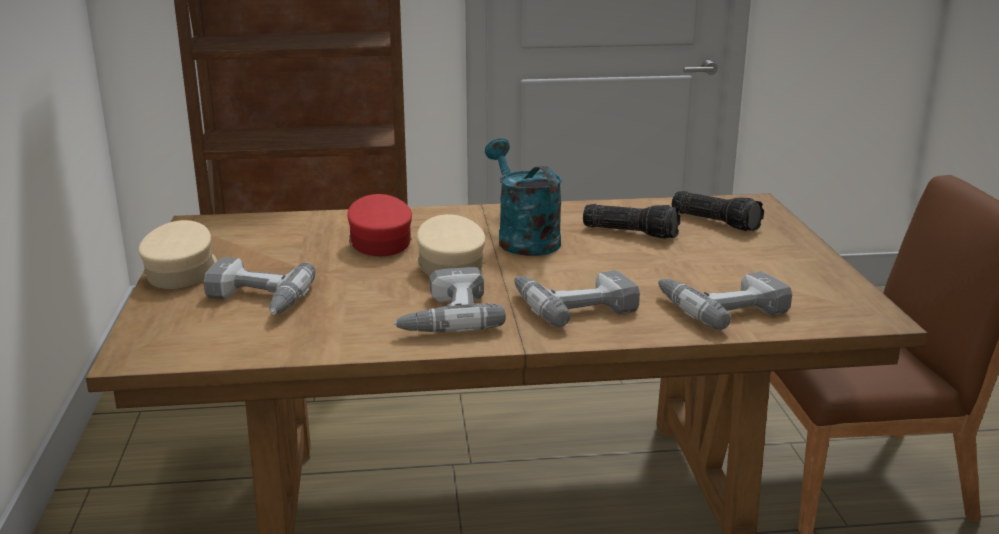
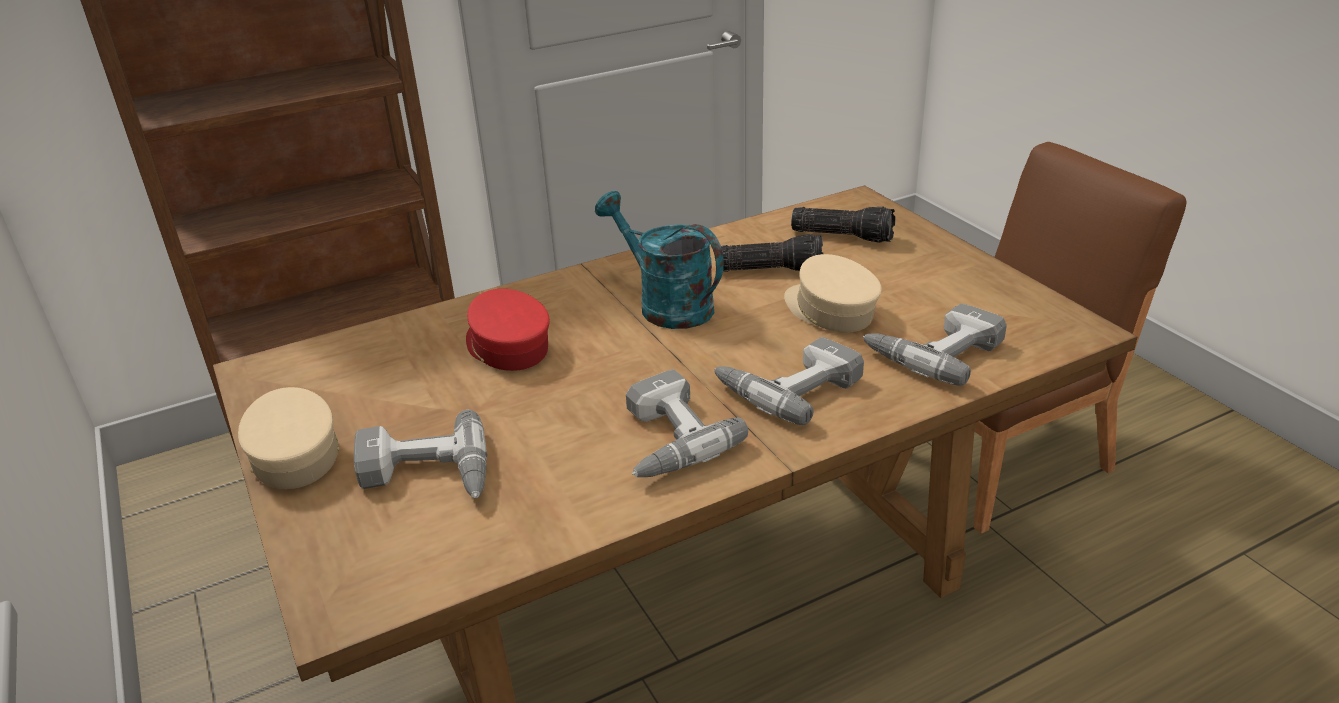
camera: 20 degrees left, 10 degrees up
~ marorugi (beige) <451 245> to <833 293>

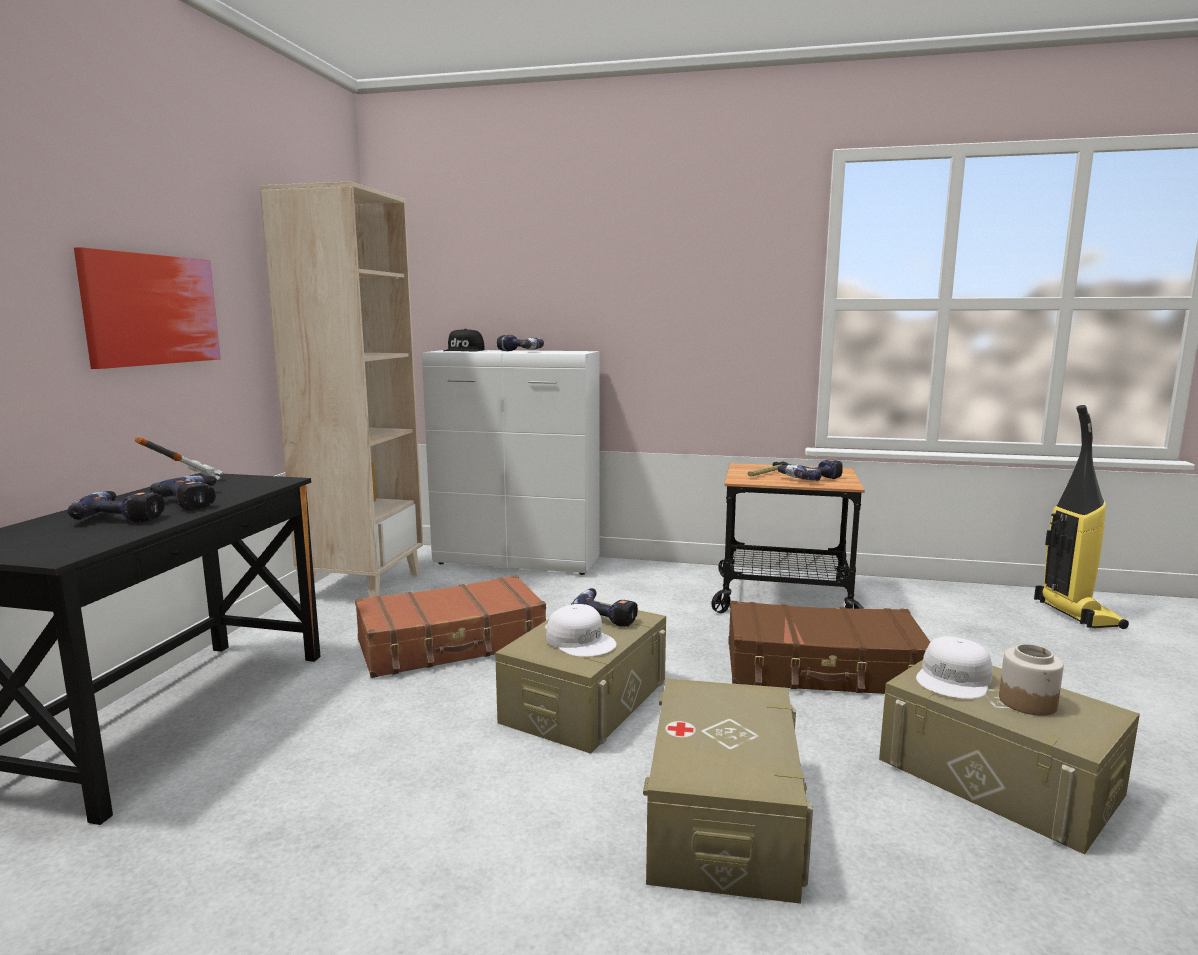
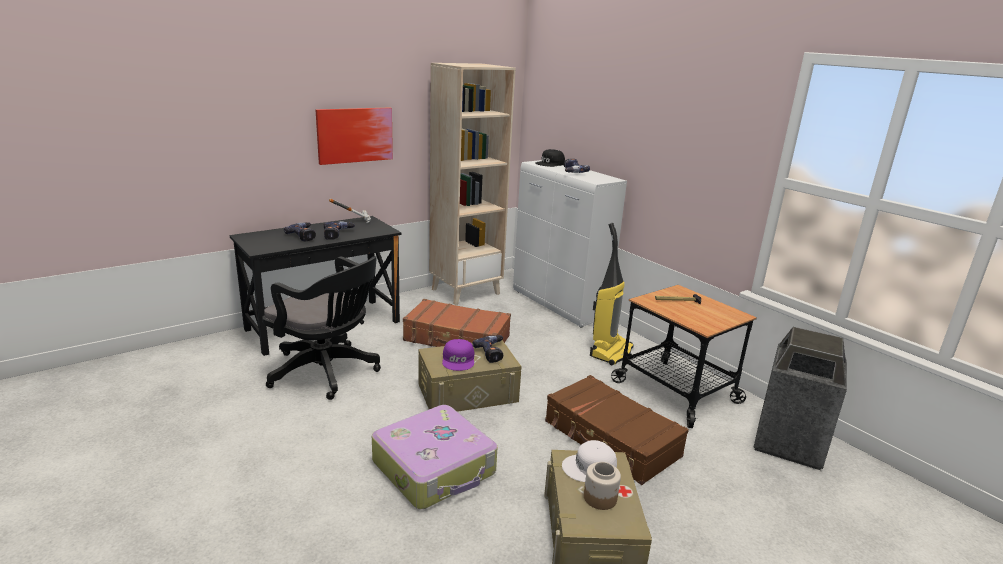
camera: 40 degrees right, 10 degrees up
- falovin <810 470>
+ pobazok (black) <321 328>
+ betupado <800 398>
~ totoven <1081 517> to <612 294>
~ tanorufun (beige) <728 791> to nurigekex <435 457>
~ marorugi (white) <581 630> to marorugi (purple) <458 355>

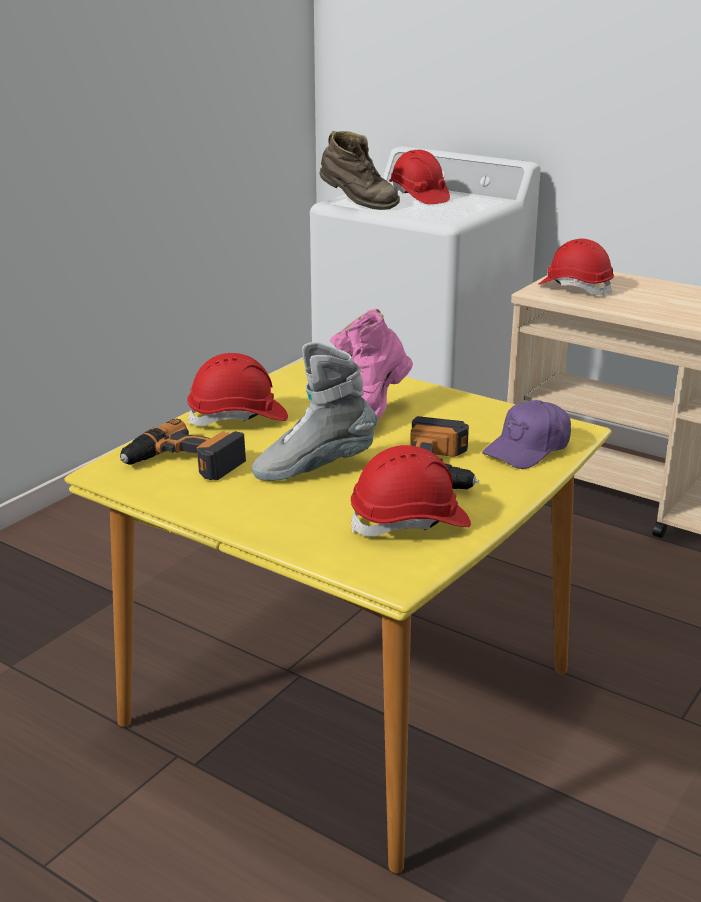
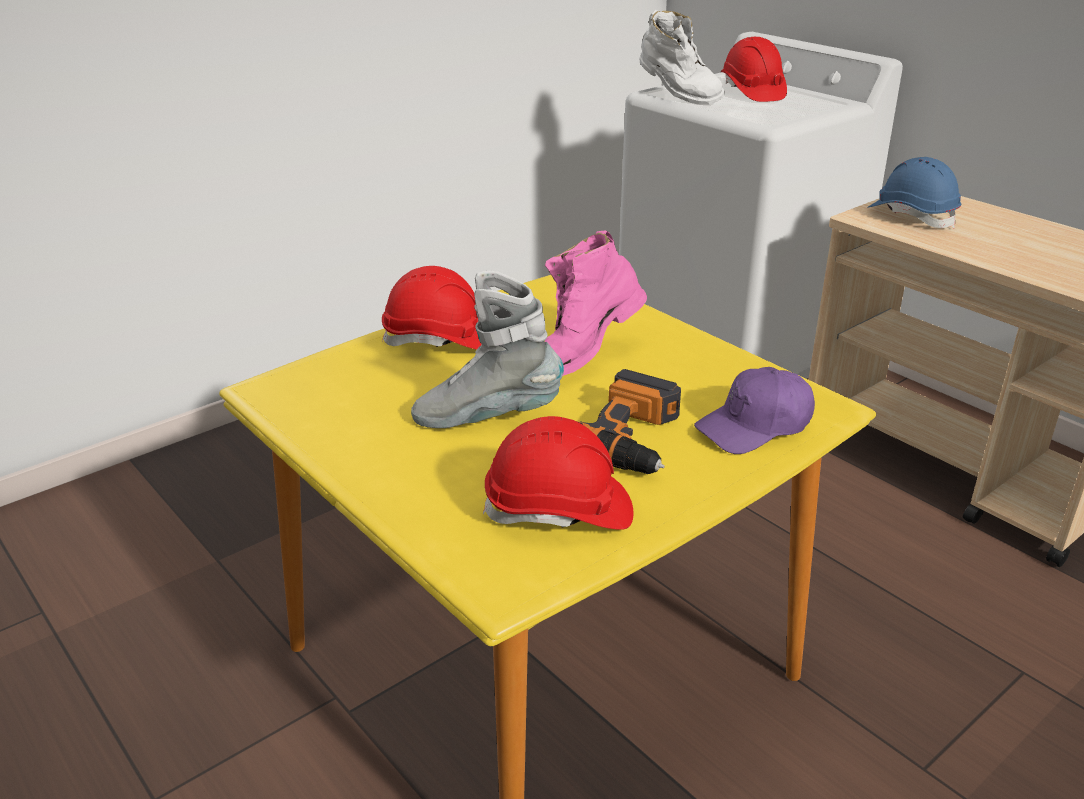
camera: 15 degrees right, 5 degrees up
- falovin <183 449>
~ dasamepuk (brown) <360 170> to dasamepuk (white) <682 57>
~ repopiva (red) <576 266> to repopiva (blue) <914 192>

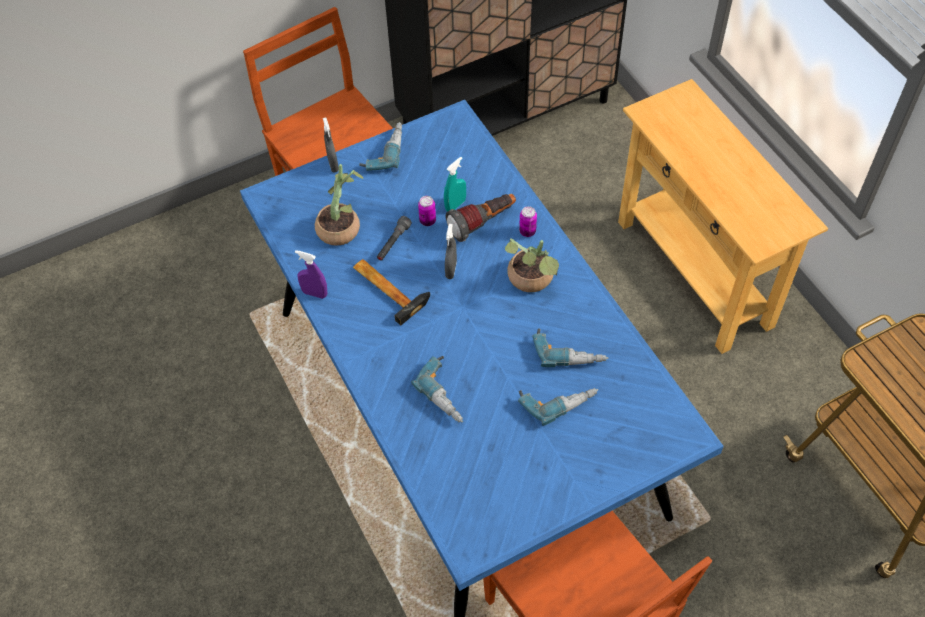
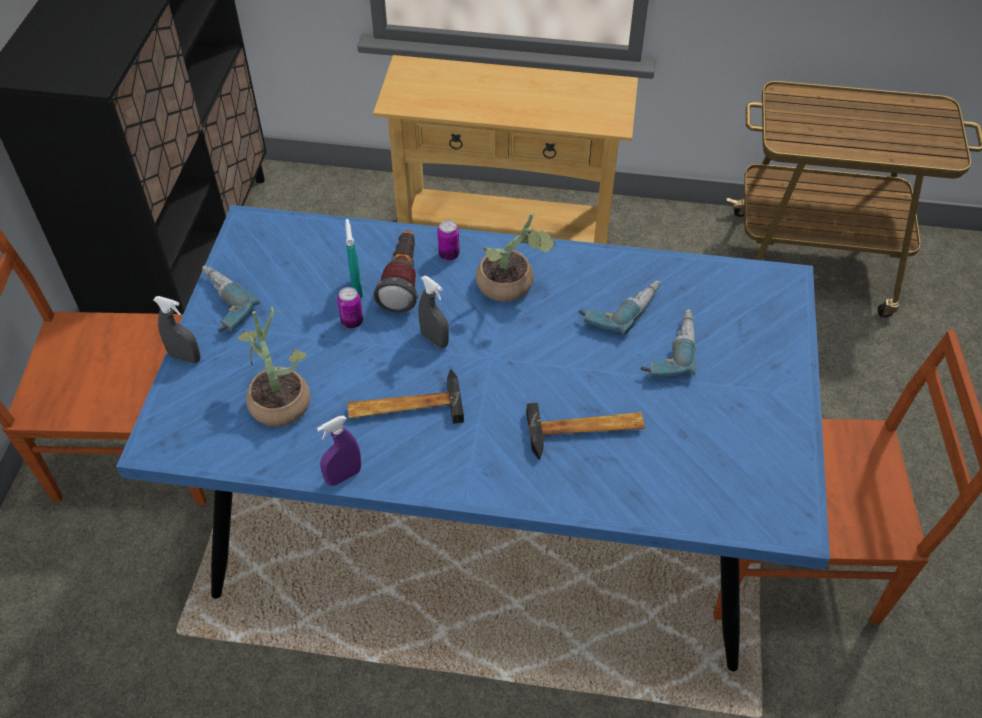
camera: 55 degrees left, 5 degrees down
- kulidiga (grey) <394 238>
~ falovin <437 389> to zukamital <585 431>

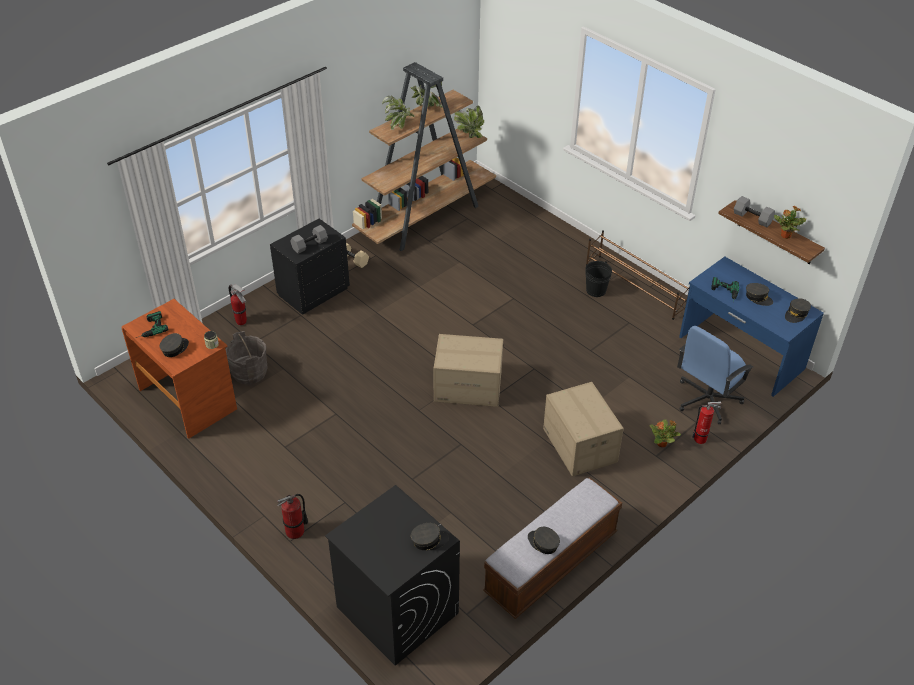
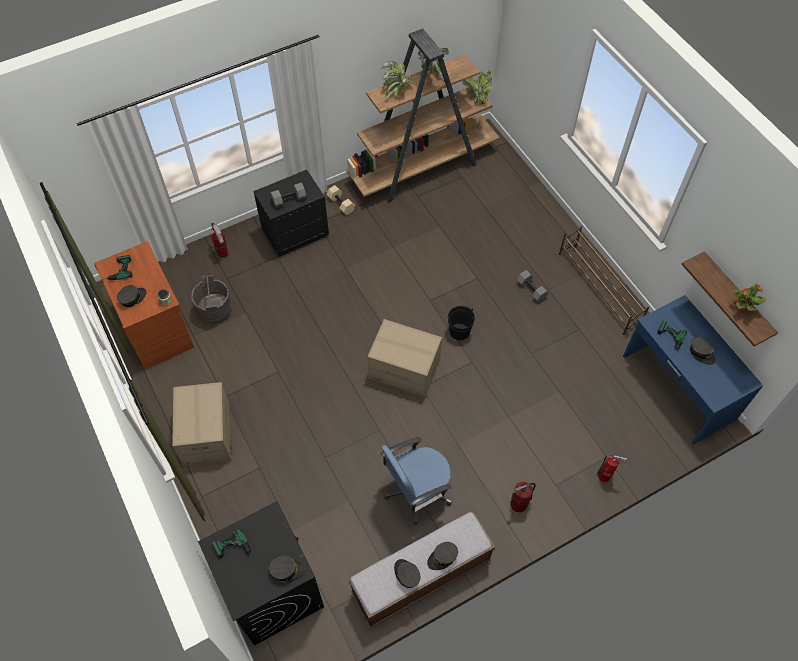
camera: 15 degrees right, 15 degrees up
- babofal <665 433>
+ falovin <232 544>
~ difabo <292 516> to <523 497>
~ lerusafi <583 429> to <201 423>
~ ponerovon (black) <598 279> to <461 323>
~ pobazok (blue) <715 375> to <416 481>
~ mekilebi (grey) <754 211> to <533 286>
~ marorugi (grey) <798 310> to <442 556>

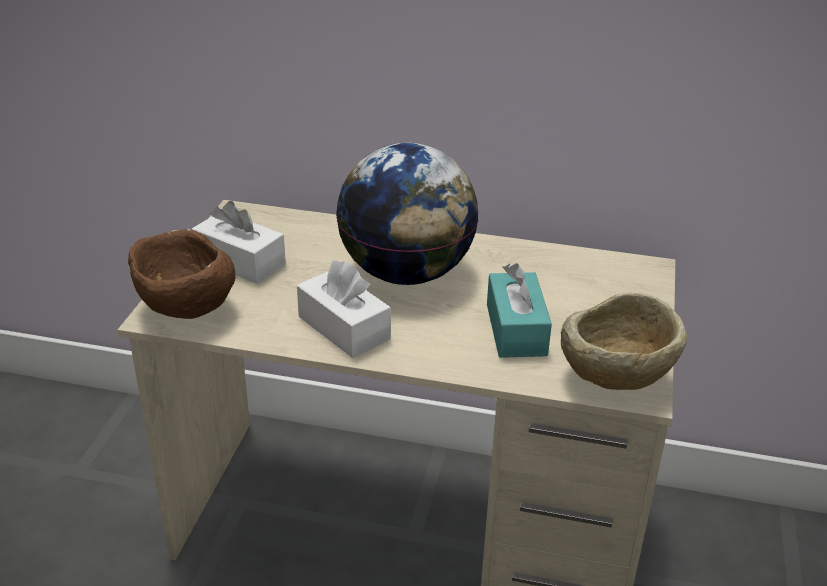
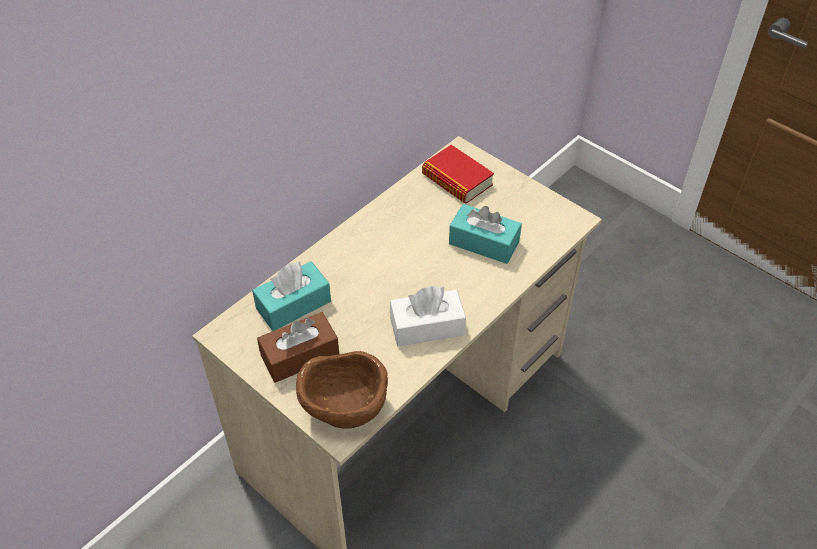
camera: 60 degrees left, 15 degrees up
- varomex <407 214>
- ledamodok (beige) <624 341>
+ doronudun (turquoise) <291 296>
+ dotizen <458 174>
~ doronudun (white) <239 242> to doronudun (brown) <298 347>

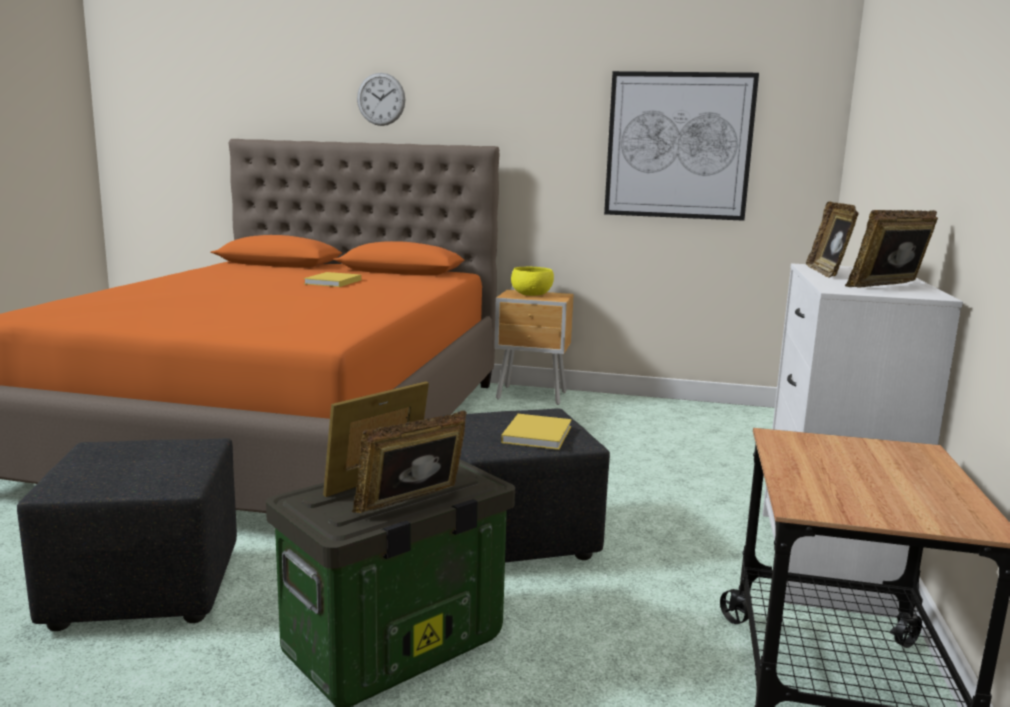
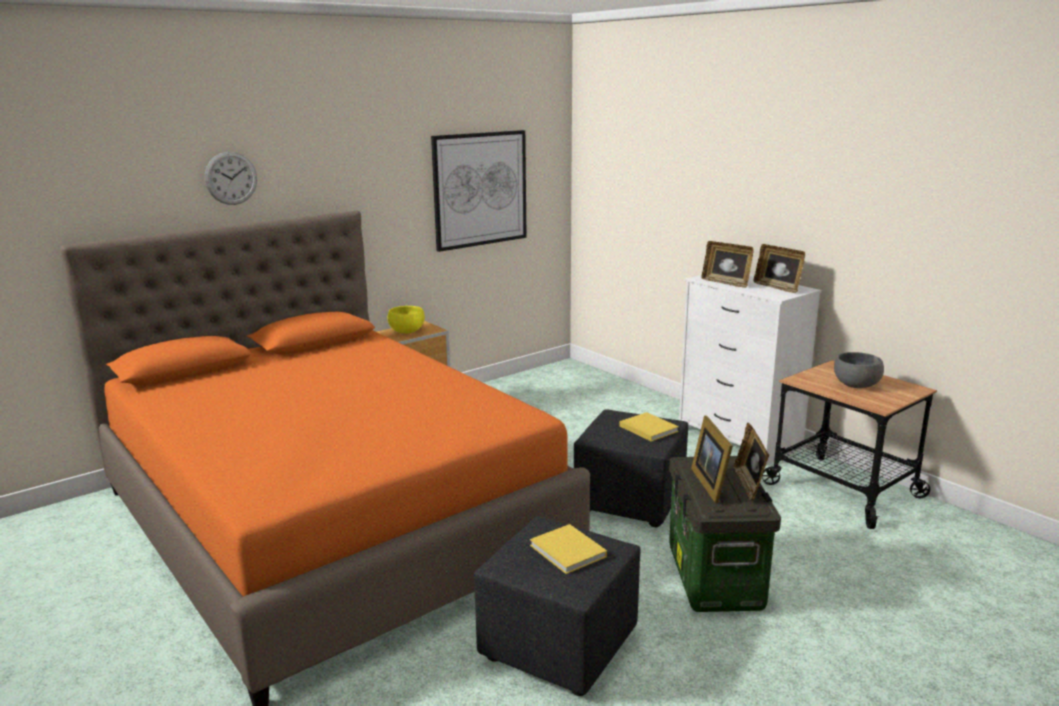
camera: 50 degrees left, 5 degrees up
+ ledamodok (grey) <859 370>
~ dotizen (yellow) <332 279> to <568 549>
~ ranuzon <891 249> = <779 268> 45 degrees counterclockwise

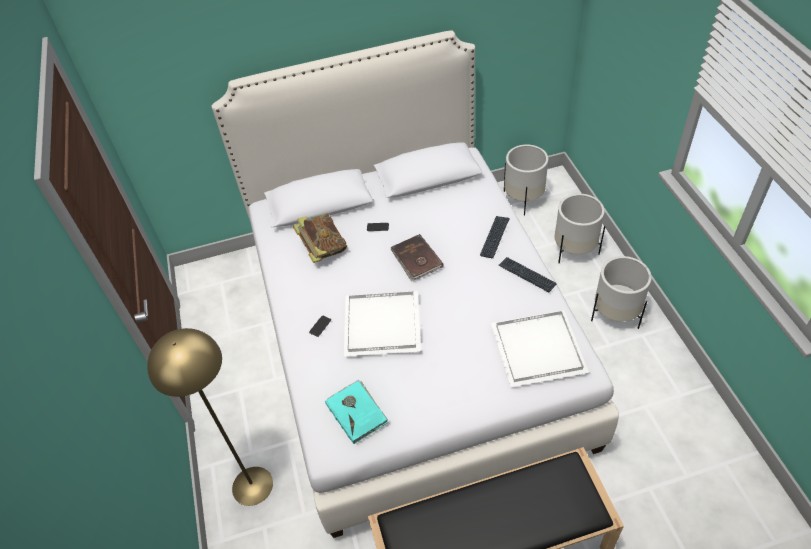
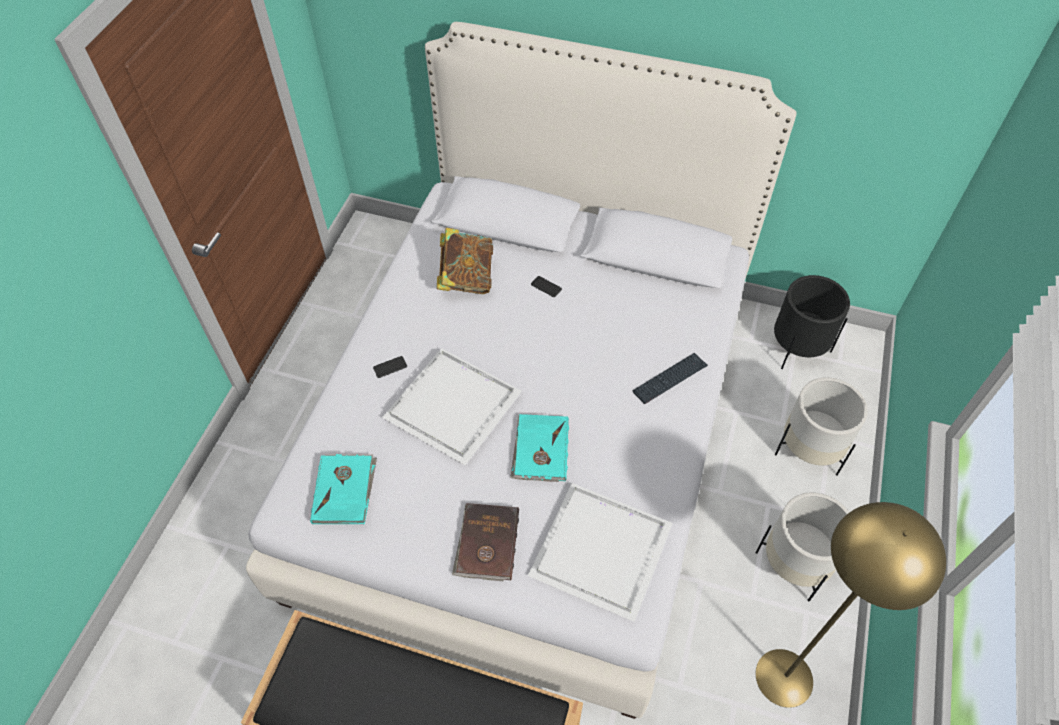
camera: 30 degrees right, 5 degrees up
- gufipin <528 275>
+ dotizen (turquoise) <539 448>
~ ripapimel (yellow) <210 417> to <851 605>
~ dotizen (brown) <417 257> to <485 542>
~ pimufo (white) <526 179> to pimufo (black) <812 322>

